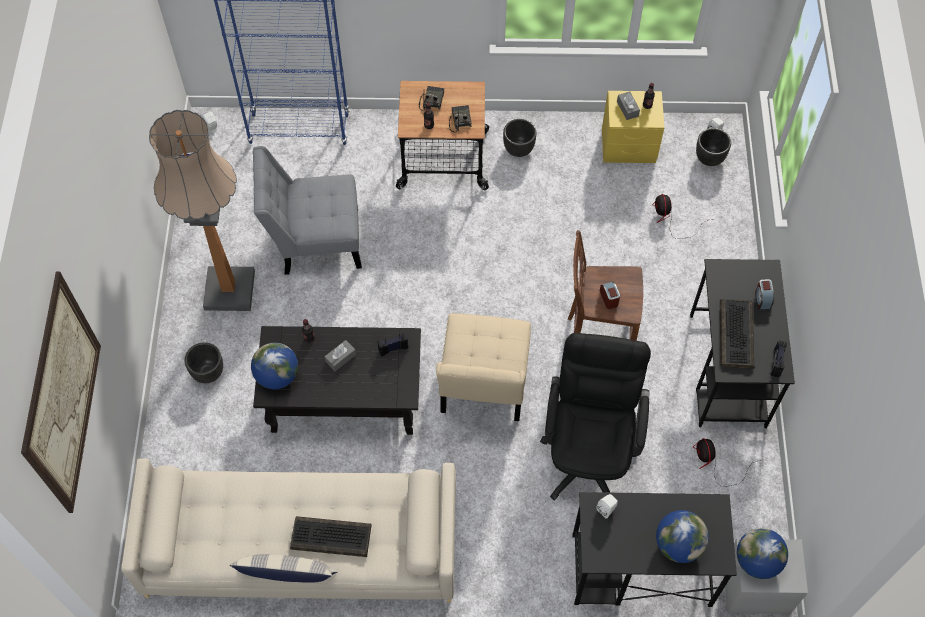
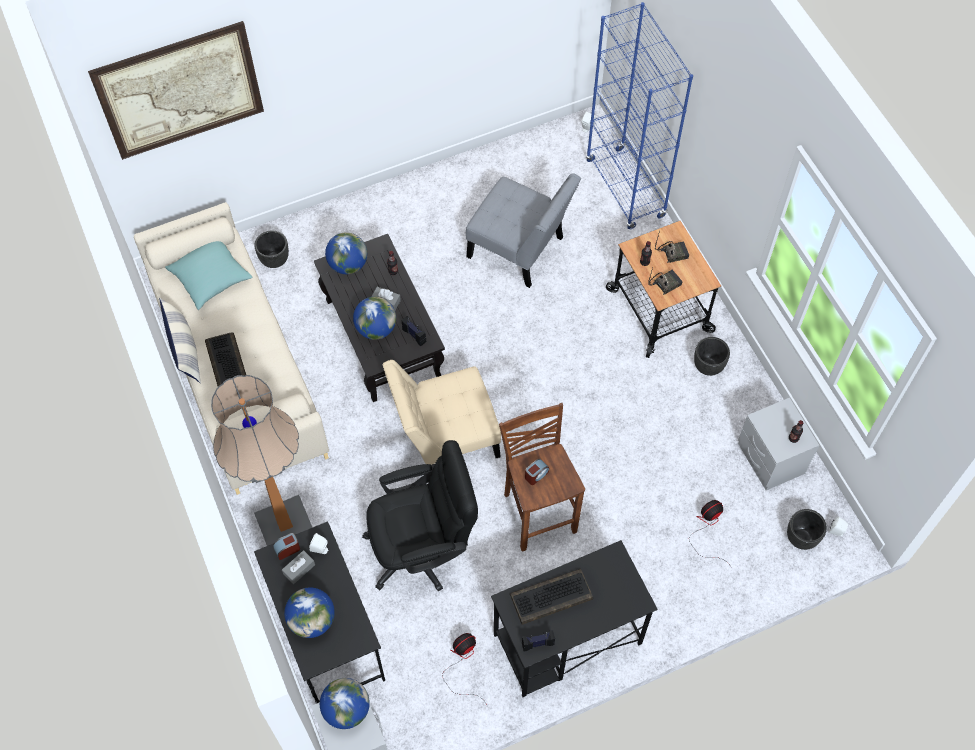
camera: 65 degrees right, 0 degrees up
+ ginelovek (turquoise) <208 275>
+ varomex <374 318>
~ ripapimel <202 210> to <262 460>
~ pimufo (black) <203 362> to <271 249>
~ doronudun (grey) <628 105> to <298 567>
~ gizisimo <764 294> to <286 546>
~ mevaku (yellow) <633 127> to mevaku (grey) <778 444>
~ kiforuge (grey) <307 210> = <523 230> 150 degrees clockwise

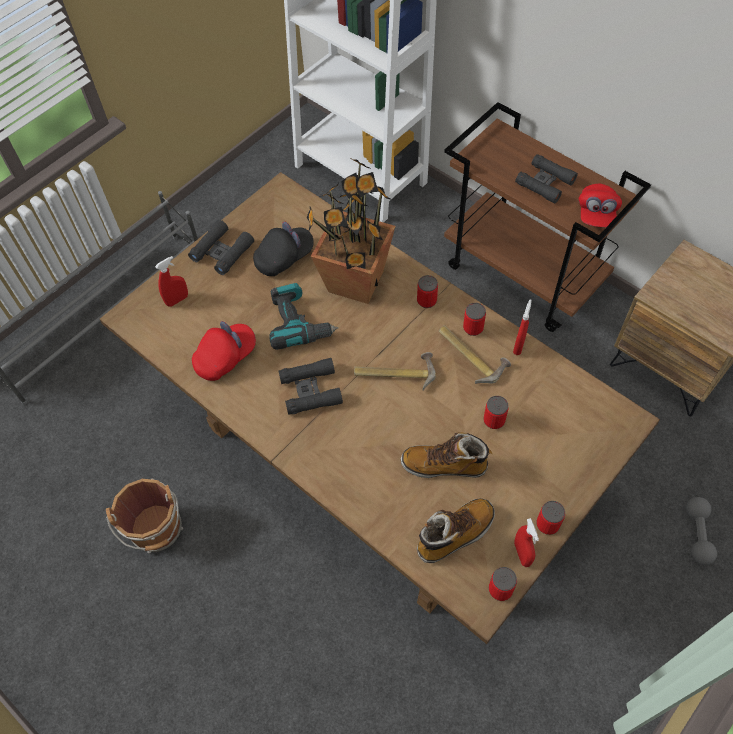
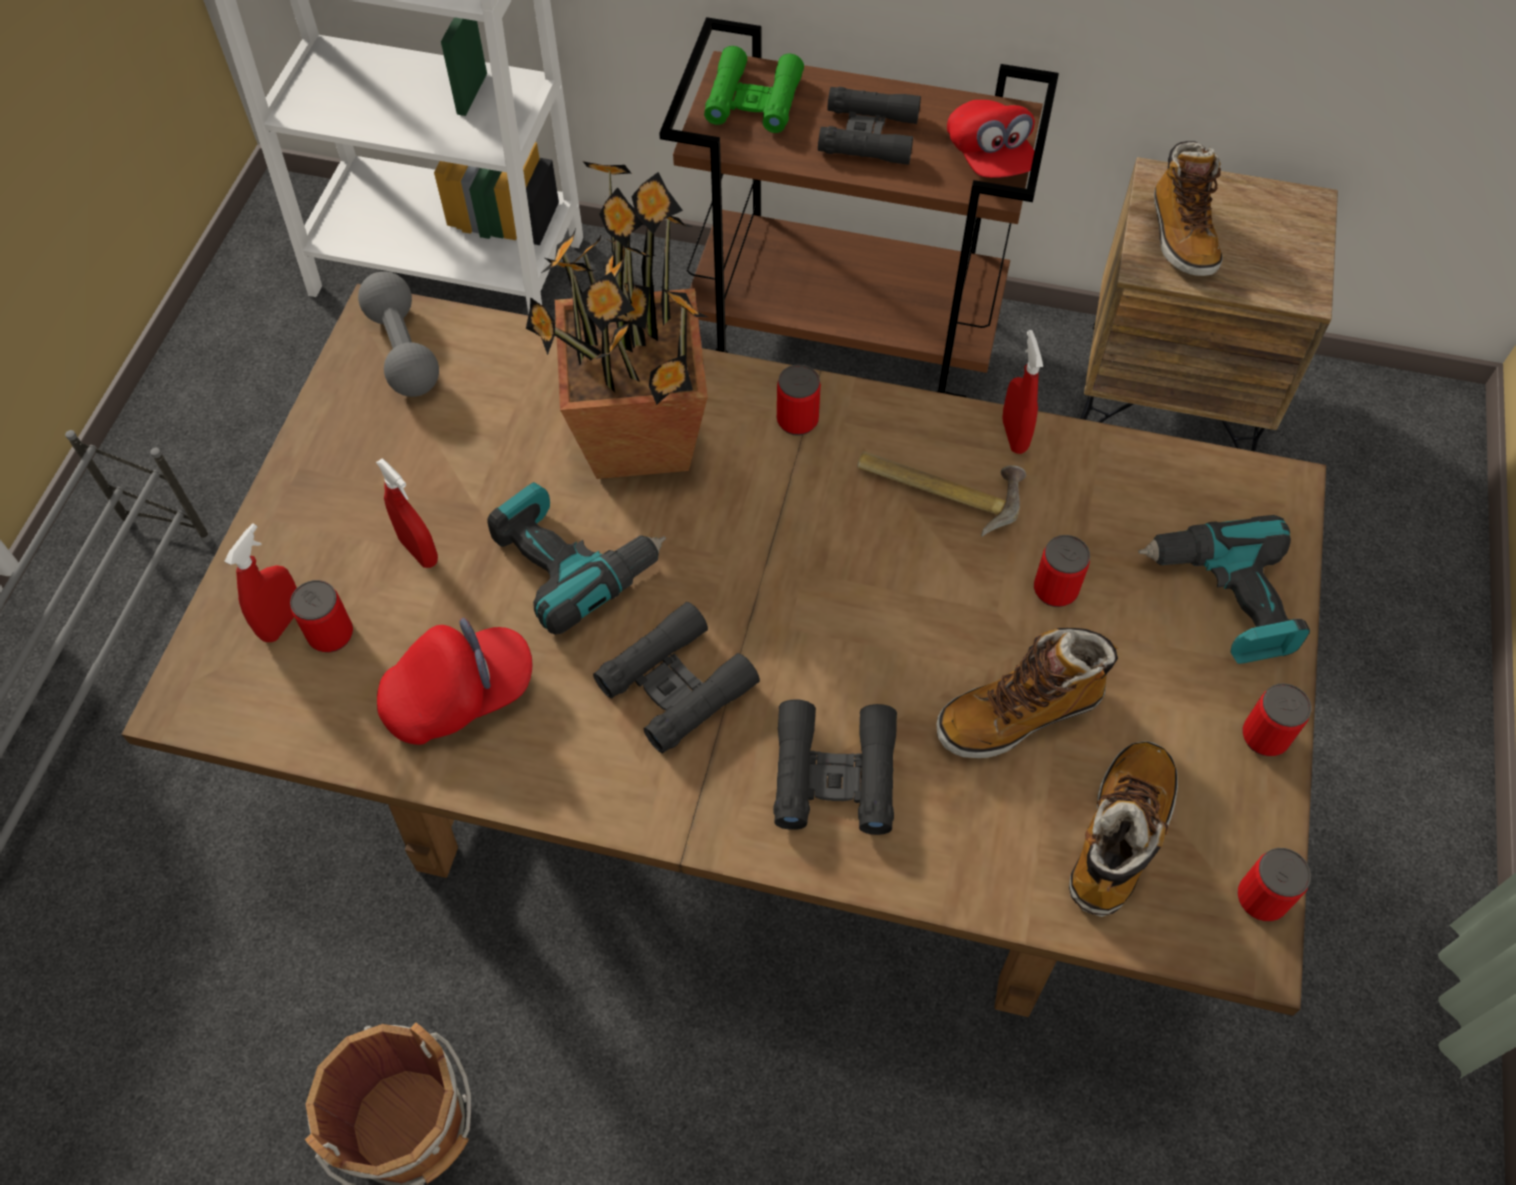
camera: 30 degrees left, 0 degrees up
- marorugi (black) <283 249>
- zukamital <395 371>
+ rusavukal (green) <754 89>
+ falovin <1224 589>
+ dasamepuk <1188 208>
~ rusavukal (black) <221 247> to <835 767>
~ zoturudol <474 319> to <321 616>
~ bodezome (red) <526 542> to <407 513>
~ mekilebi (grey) <701 531> to <398 334>
~ marorugi (red) <224 351> = <454 681> 45 degrees clockwise

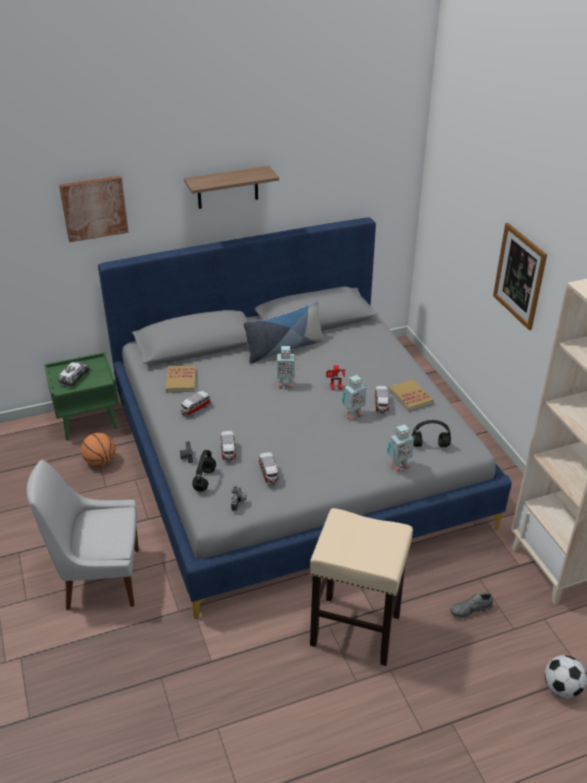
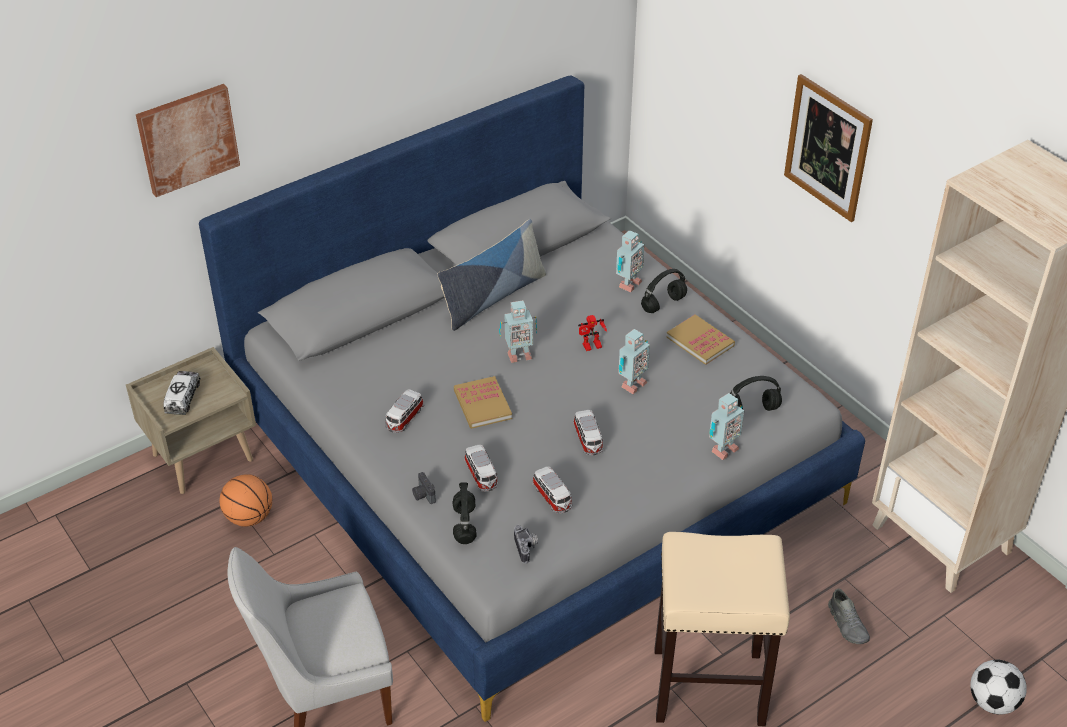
camera: 15 degrees left, 5 degrees up
- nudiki <231 187>
+ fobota <630 261>
+ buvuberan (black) <664 291>
~ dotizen <181 379> to <483 402>
~ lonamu <382 400> to <588 432>
~ mevaku (green) <81 396> to mevaku (beige) <191 420>
~ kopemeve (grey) <471 605> = <849 616> 75 degrees counterclockwise

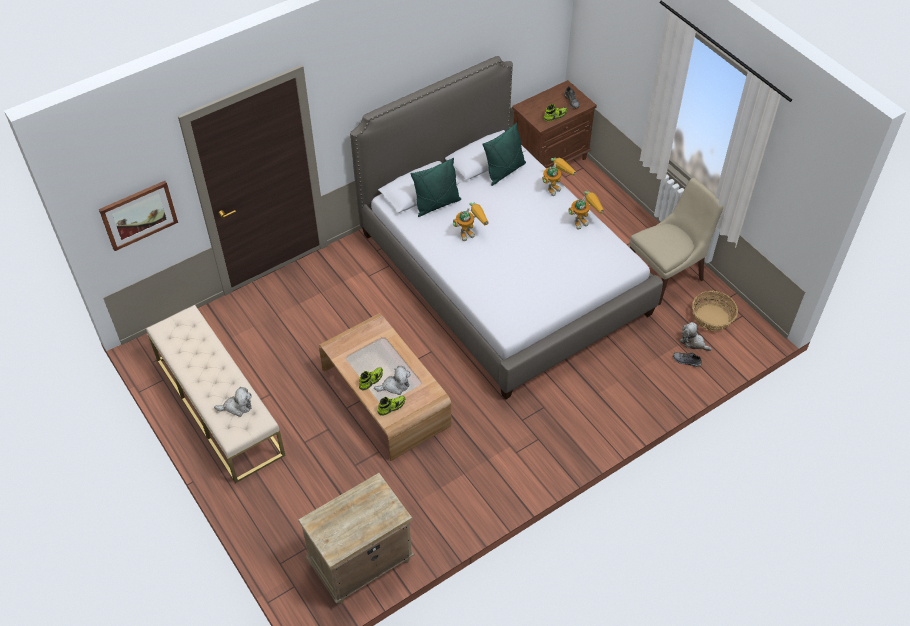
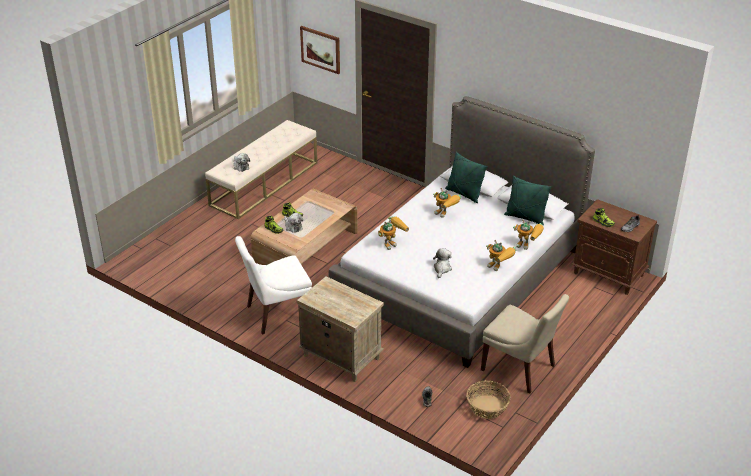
camera: 70 degrees right, 15 degrees down
+ kiforuge (white) <273 285>
+ fobota <393 233>
~ mevaku (beige) <356 538> to <340 329>
~ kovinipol <696 336> to <442 263>

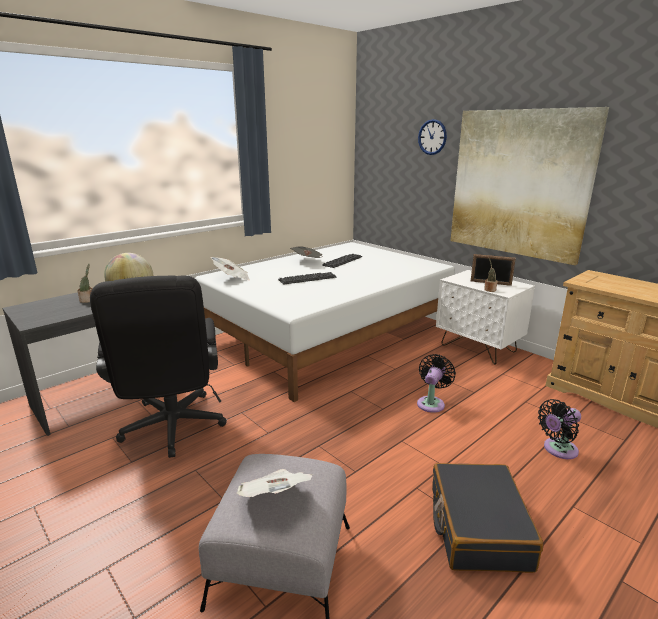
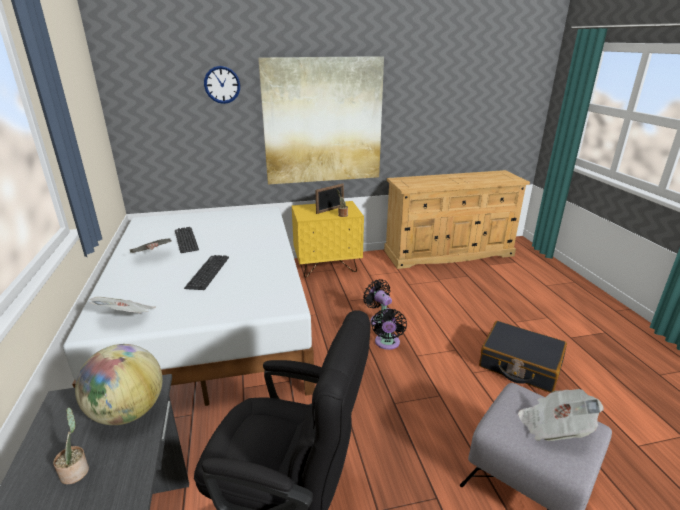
camera: 60 degrees left, 5 degrees up
~ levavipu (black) <559 429> to <389 329>
~ mevaku (white) <485 317> to mevaku (yellow) <328 239>

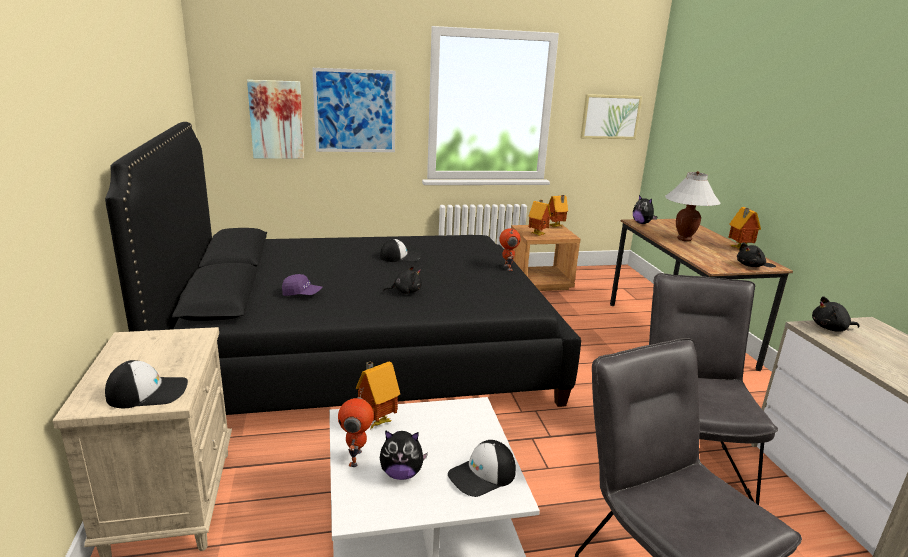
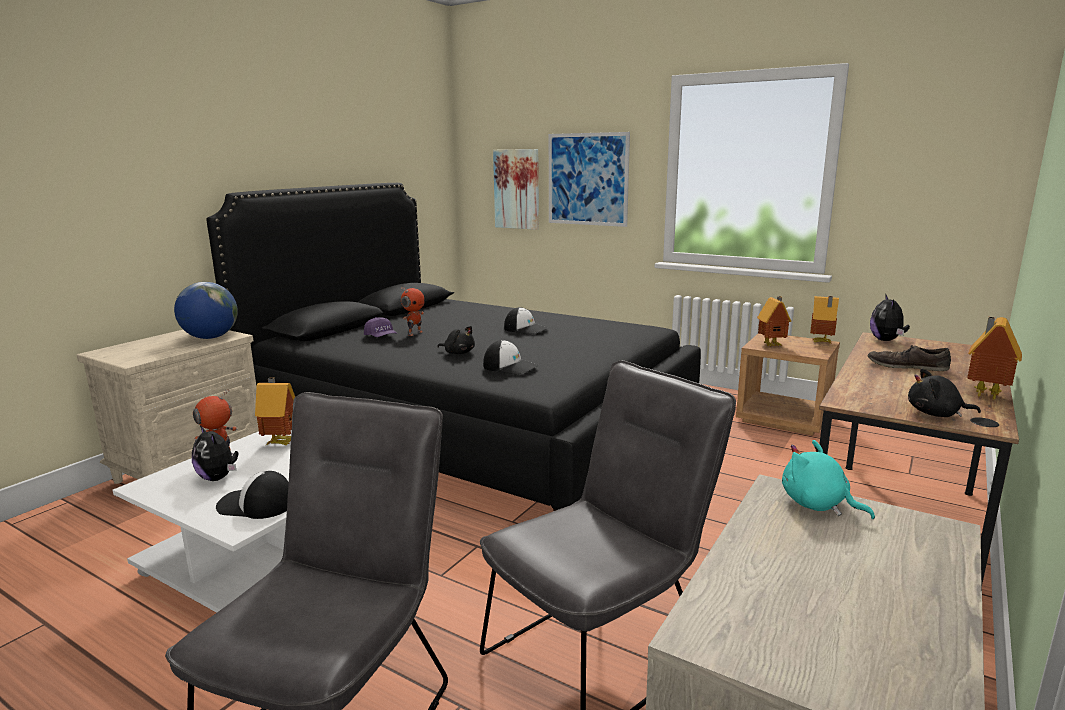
camera: 45 degrees right, 5 degrees down
- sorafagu <611 116>
+ varomex <206 310>
~ marorugi <146 384> to <510 357>
~ fobota <509 249> to <413 311>
~ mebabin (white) <692 206> to kopemeve (brown) <909 358>
~ kovinipol (black) <836 314> to kovinipol (turquoise) <828 479>

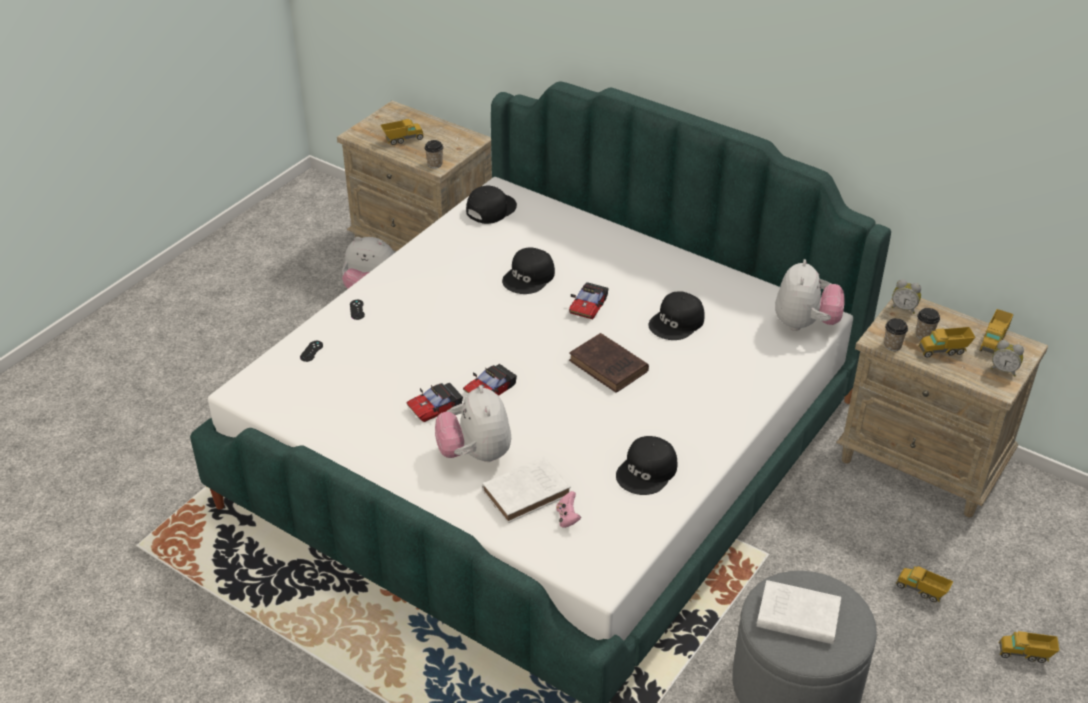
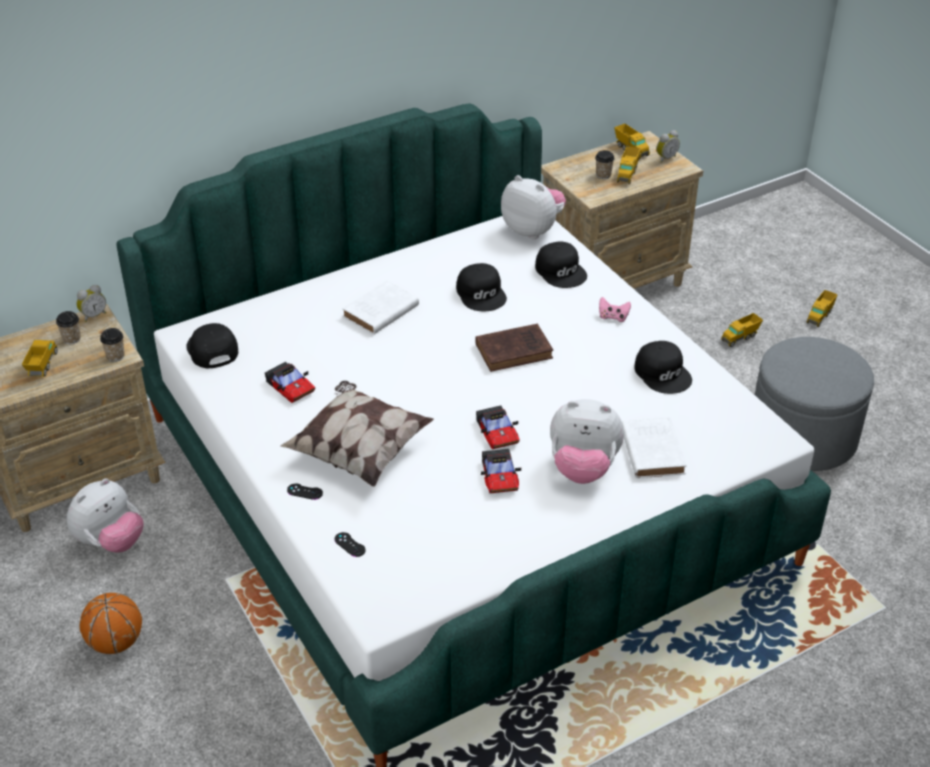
camera: 65 degrees left, 0 degrees up
+ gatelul <111 623>
+ ginelovek <357 434>
~ marorugi (black) <528 270> to <561 264>
~ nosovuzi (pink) <568 509> to <615 309>
~ lonamu <589 301> to <290 382>
~ dotizen (white) <798 612> to <380 307>
~ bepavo <896 334> to <68 327>
~ gizisimo <906 296> to <91 303>

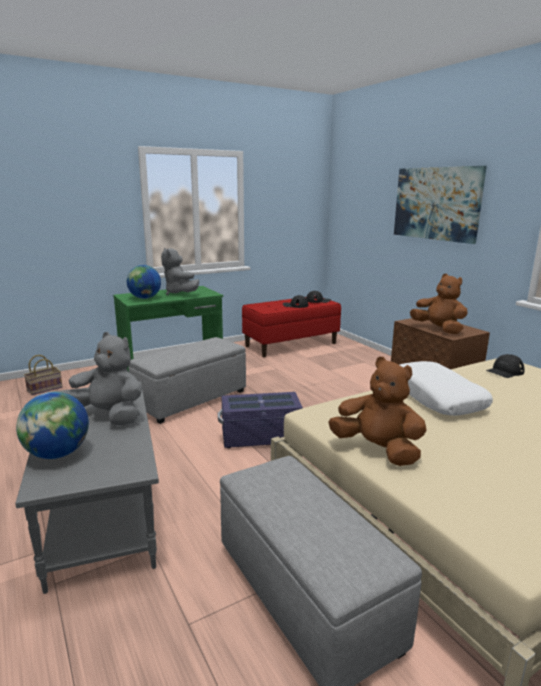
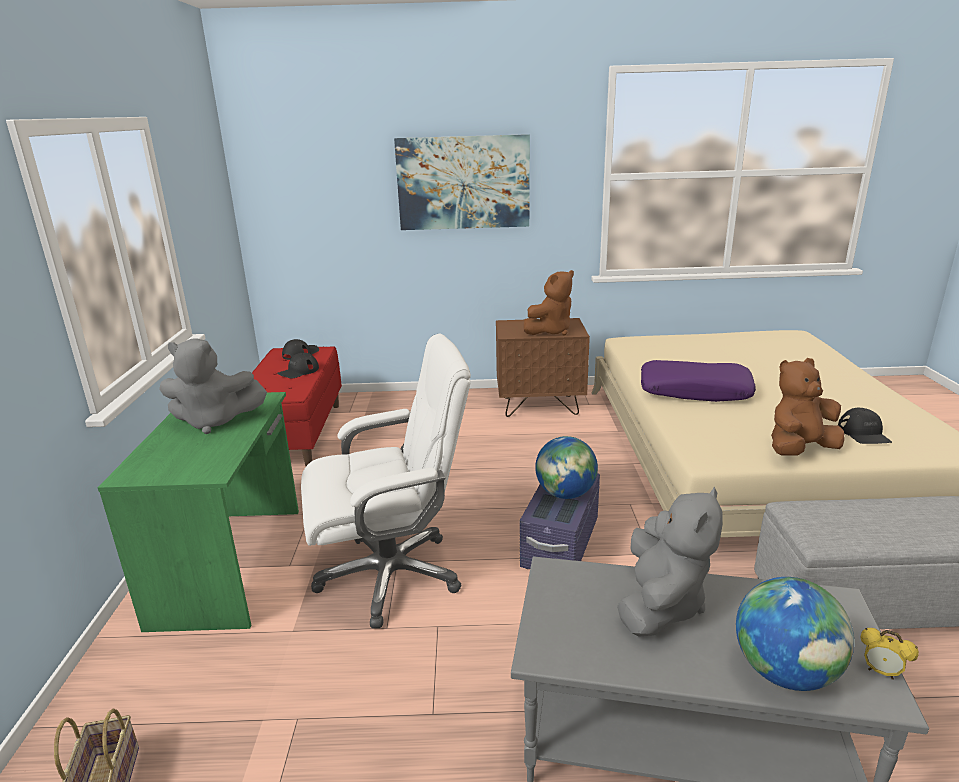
camera: 60 degrees left, 5 degrees up
+ gizisimo <890 654>
~ varomex <144 282> to <566 467>
~ marorugi (black) <505 366> to <865 426>
~ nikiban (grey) <187 380> to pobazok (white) <386 481>
~ ginelovek (white) <446 388> to ginelovek (purple) <698 381>
~ kovinipol (grey) <102 379> = <670 562> 150 degrees clockwise
~ kovinipol (brown) <439 304> = <548 303> 150 degrees clockwise

